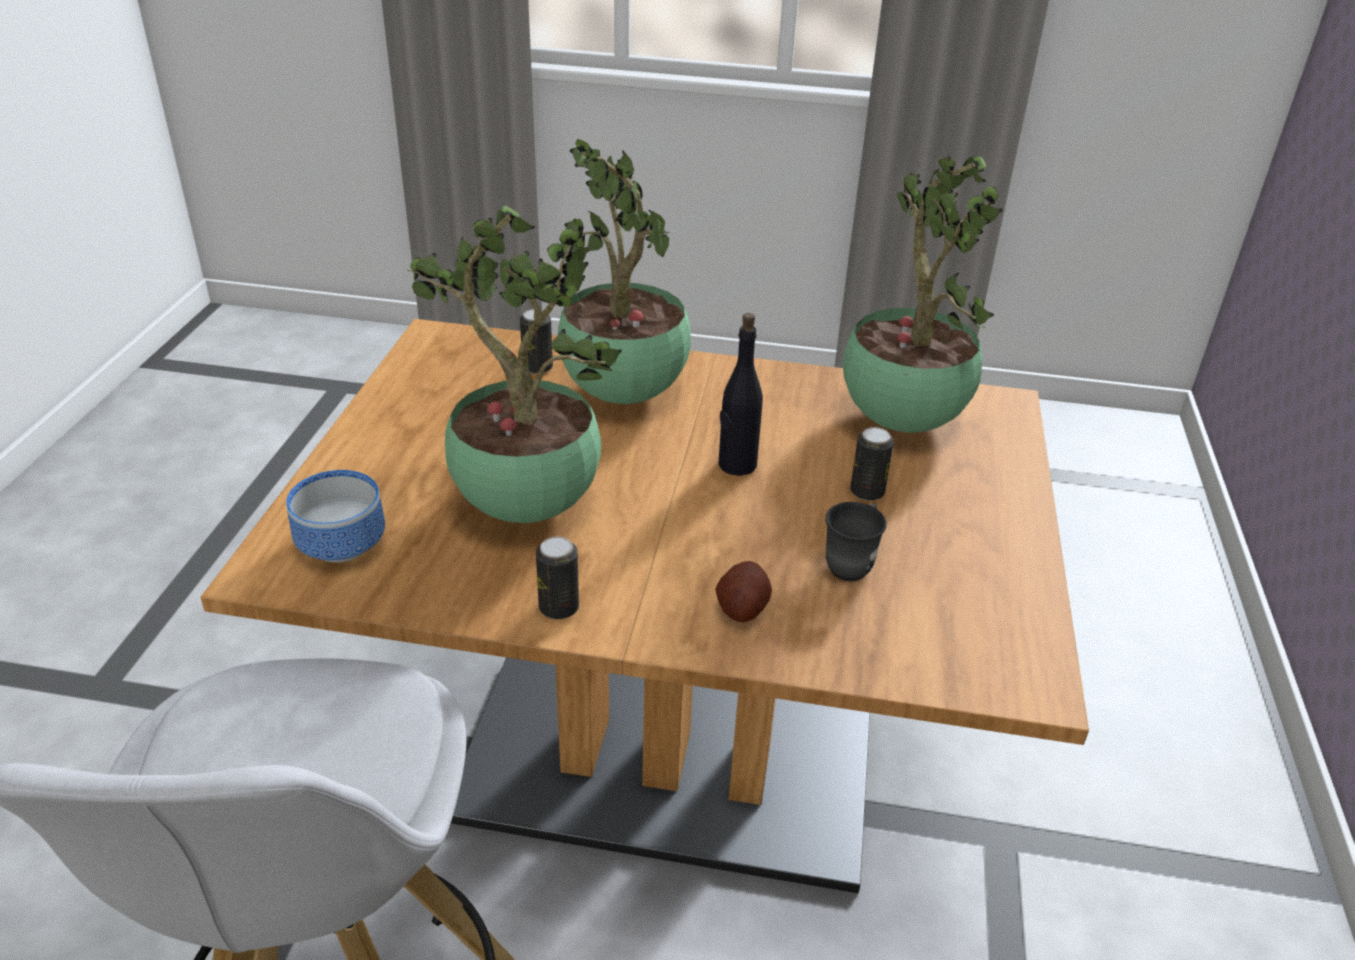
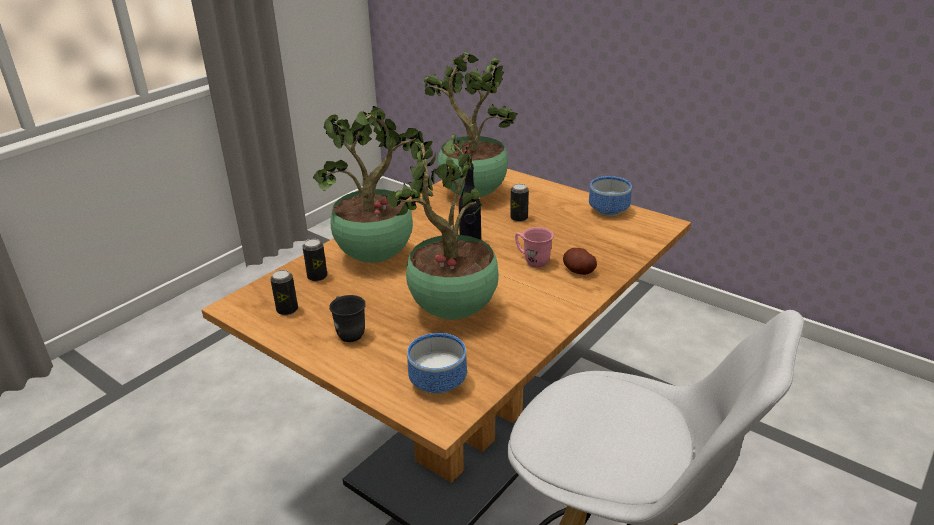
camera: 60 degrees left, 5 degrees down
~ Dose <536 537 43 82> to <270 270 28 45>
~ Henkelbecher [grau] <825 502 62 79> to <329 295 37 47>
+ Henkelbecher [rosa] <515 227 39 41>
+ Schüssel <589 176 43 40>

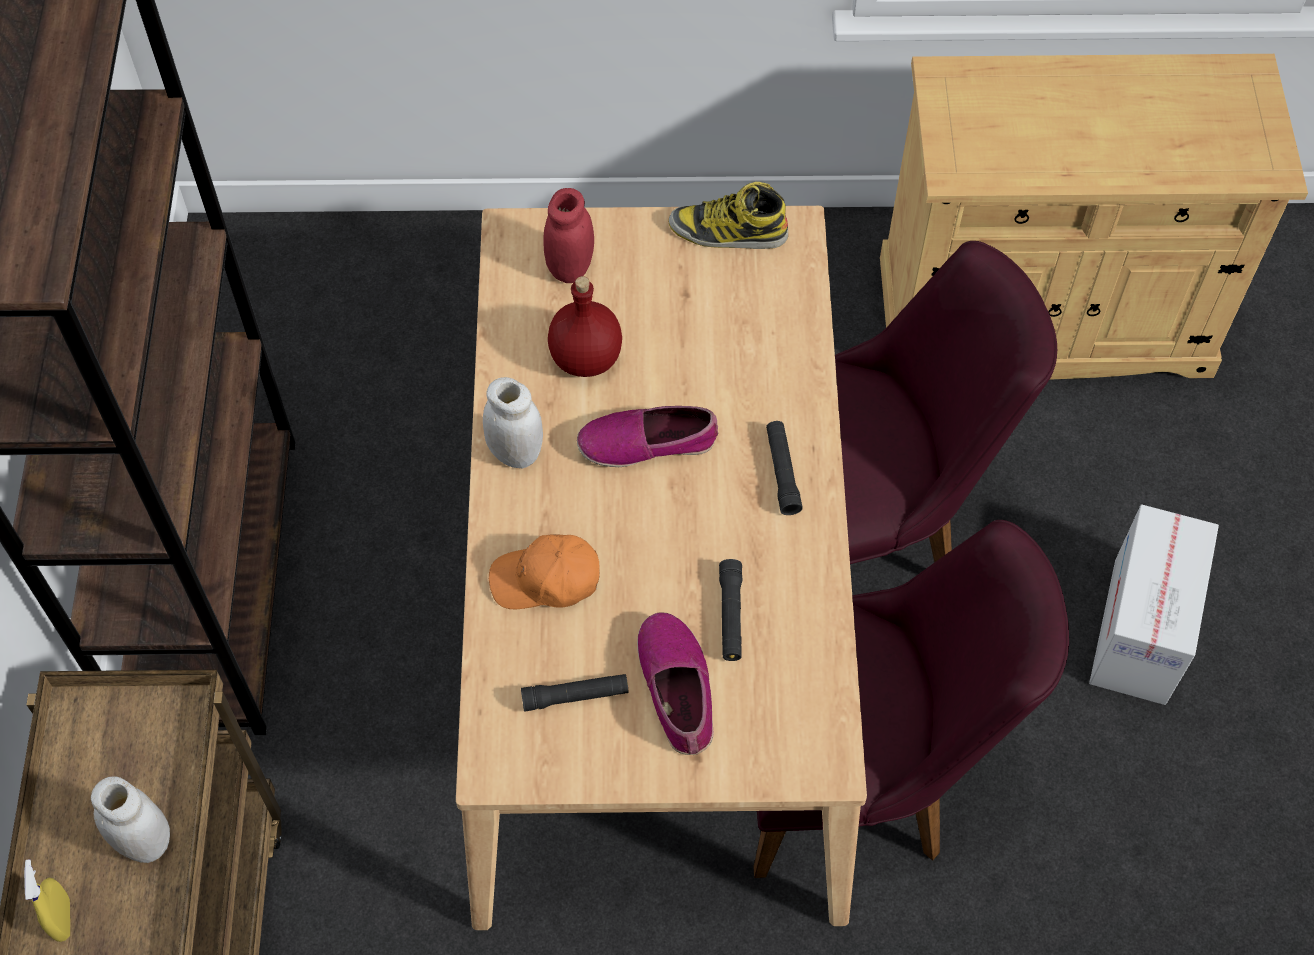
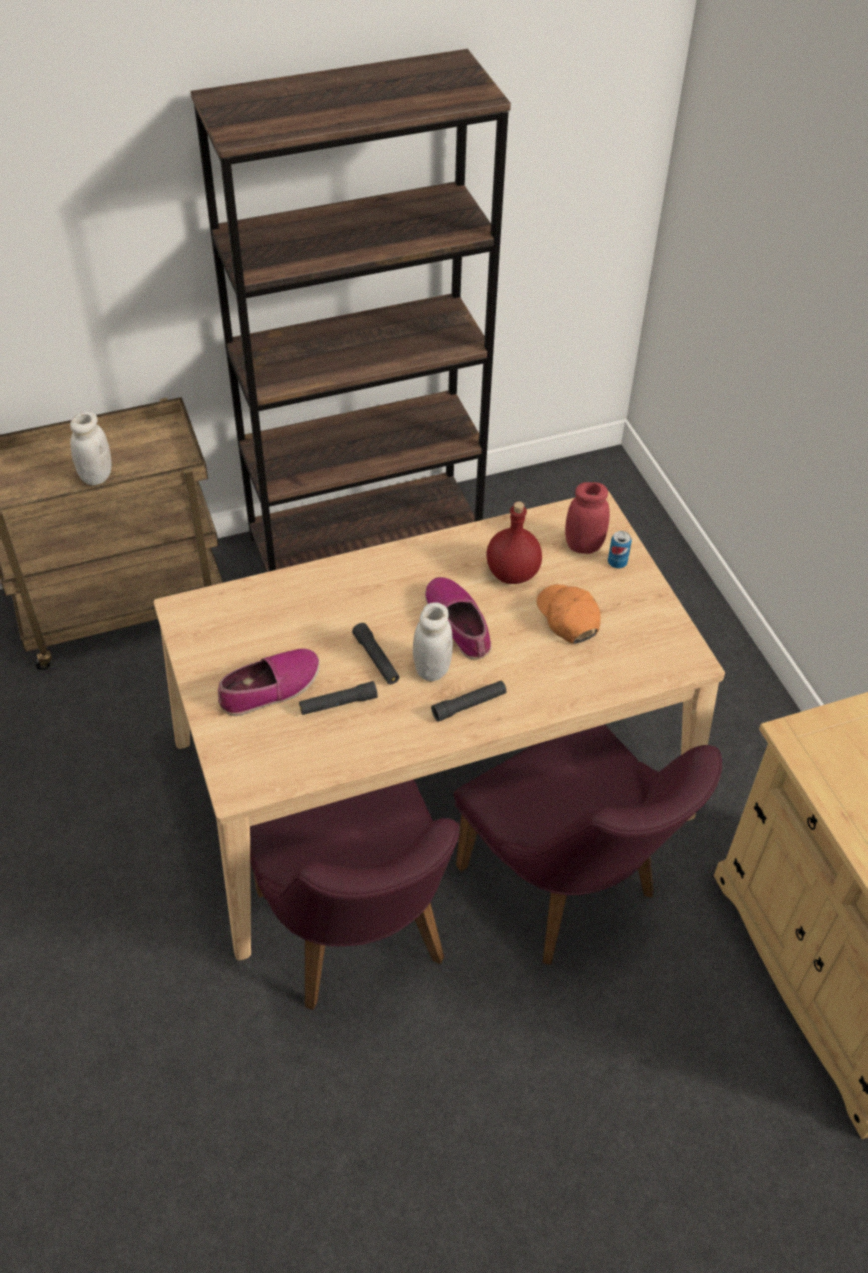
camera: 70 degrees right, 10 degrees down
~ Taschenlampe [schwarz] <521 674 108 38> to <352 623 48 61>
~ Vorratsglas [weiß] <483 377 60 91> to <413 602 40 79>
~ Kappe [orange] <489 535 111 74> to <537 584 64 59>
+ Dose <608 531 24 37>
- Sprühflasche [gelb] <24 859 46 83>
- Stiefel <668 182 120 67>
- Karton <1089 504 130 201>

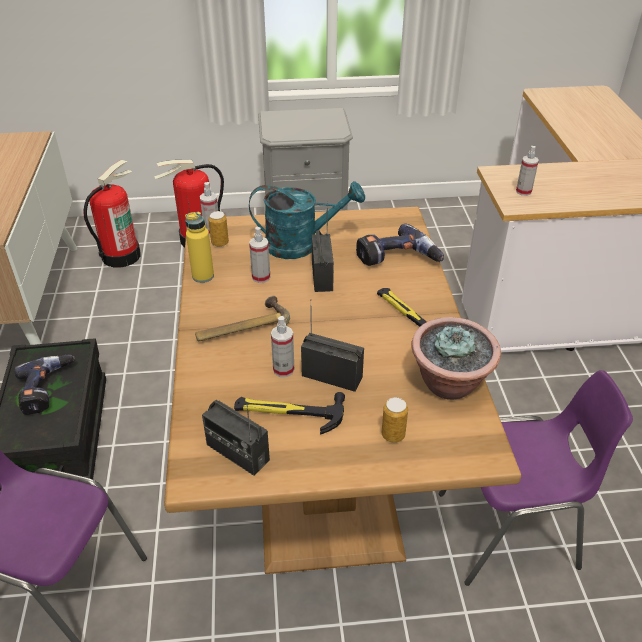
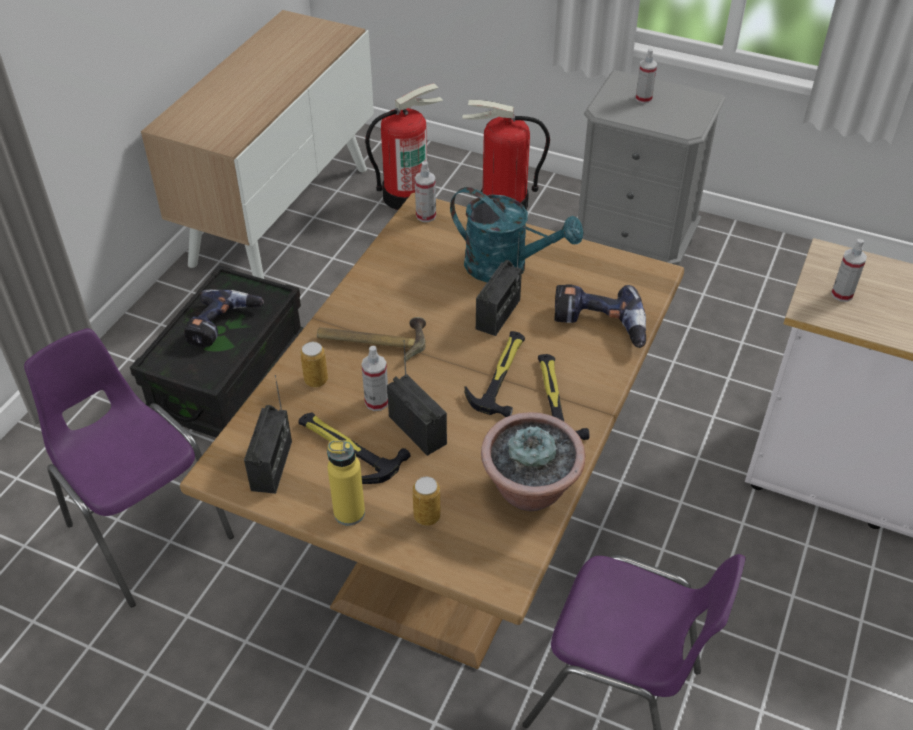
camera: 30 degrees right, 5 degrees up
~ Radio <202 400 68 76> = <244 375 48 119> 150 degrees counterclockwise
~ Dose <208 211 21 36> to <300 342 28 45>
~ Flasche [gelb] <185 212 29 71> to <327 440 38 86>
+ Hammer <464 331 61 86>
~ Sprühflasche <249 227 21 56> to <636 49 21 55>

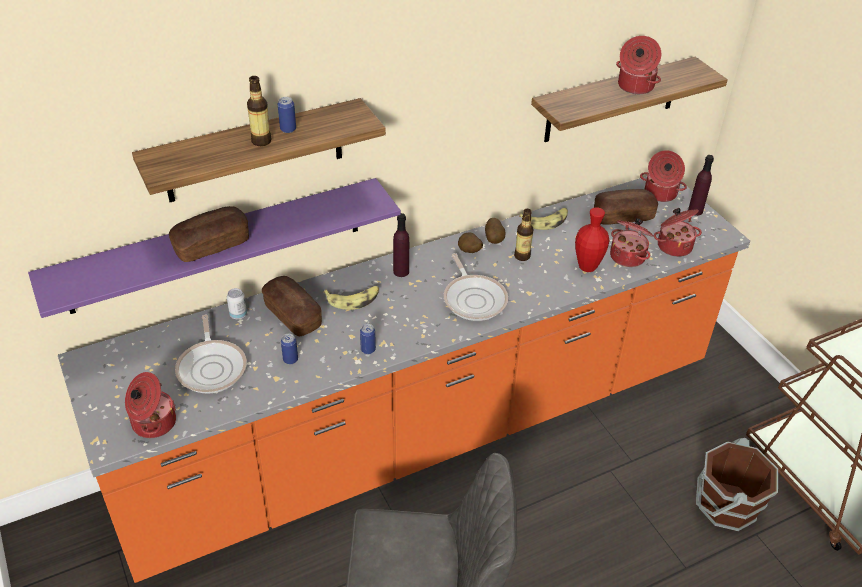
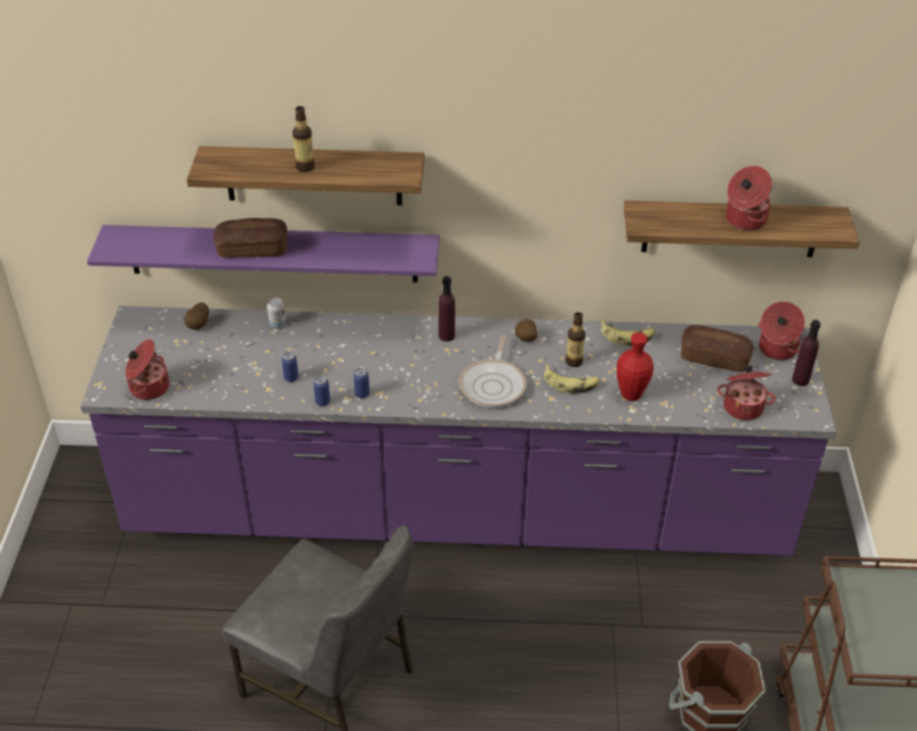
camera: 30 degrees right, 0 degrees up
~ Küchenzeile [orange] <58 176 692 407> to Küchenzeile [lila] <80 306 756 250>
~ Kartoffel <485 218 20 26> to <184 302 25 28>
~ Dose <278 97 18 36> to <313 376 17 31>
~ Banane <324 286 55 24> to <544 364 56 30>
- Pfanne <175 315 72 79>
- Brot <262 276 60 61>
- Kochtopf <610 218 44 49>

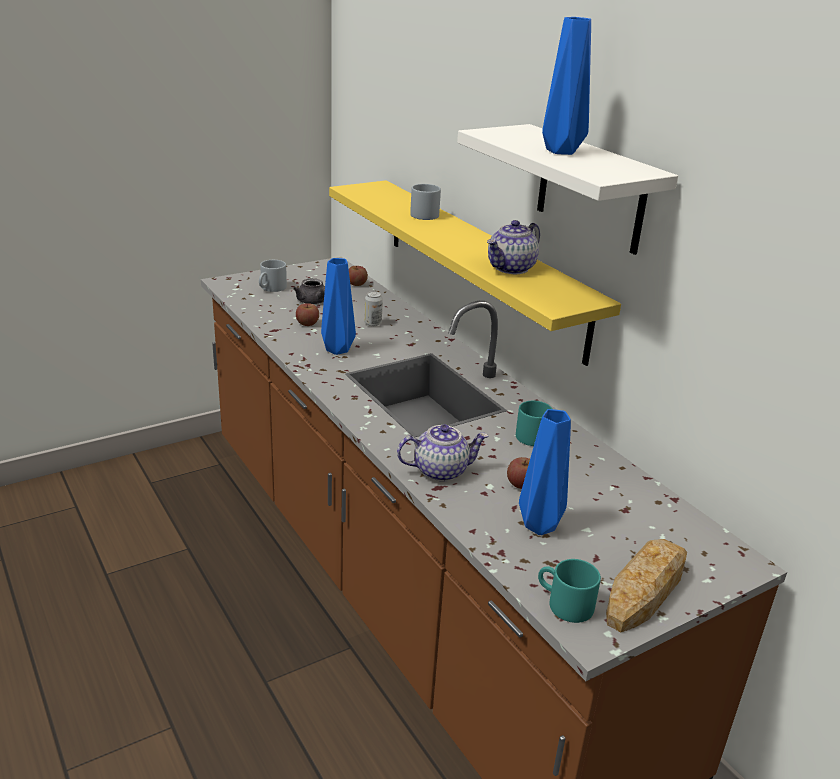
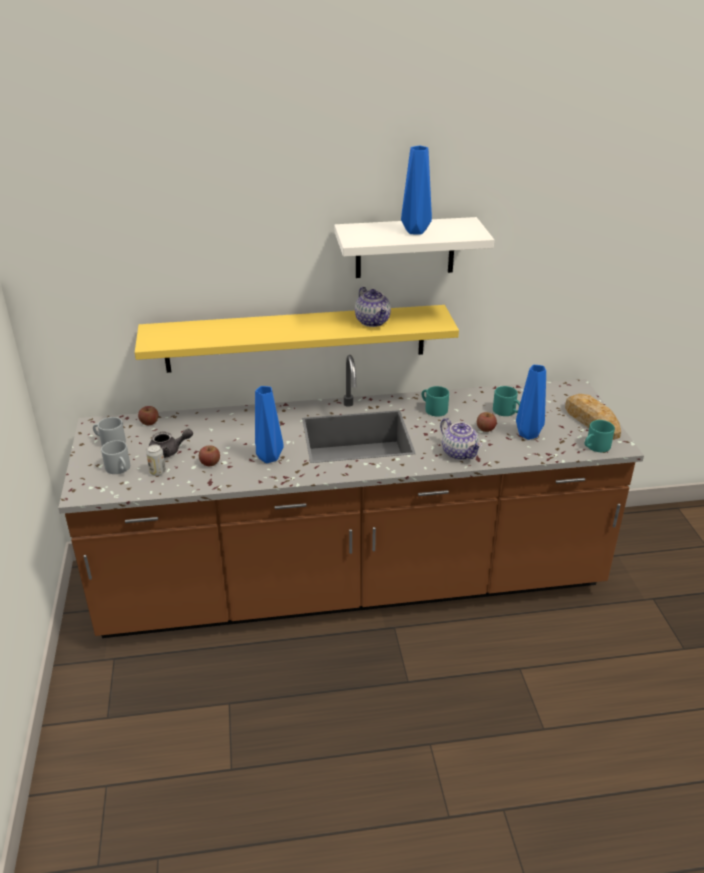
camera: 65 degrees left, 5 degrees up
~ Henkelbecher [grau] <410 184 31 36> to <93 417 33 29>
~ Dose <365 291 18 35> to <146 445 20 31>
~ Teekanne <397 424 92 58> = <440 418 42 42> 135 degrees clockwise
+ Henkelbecher [türkis] <493 386 27 30>

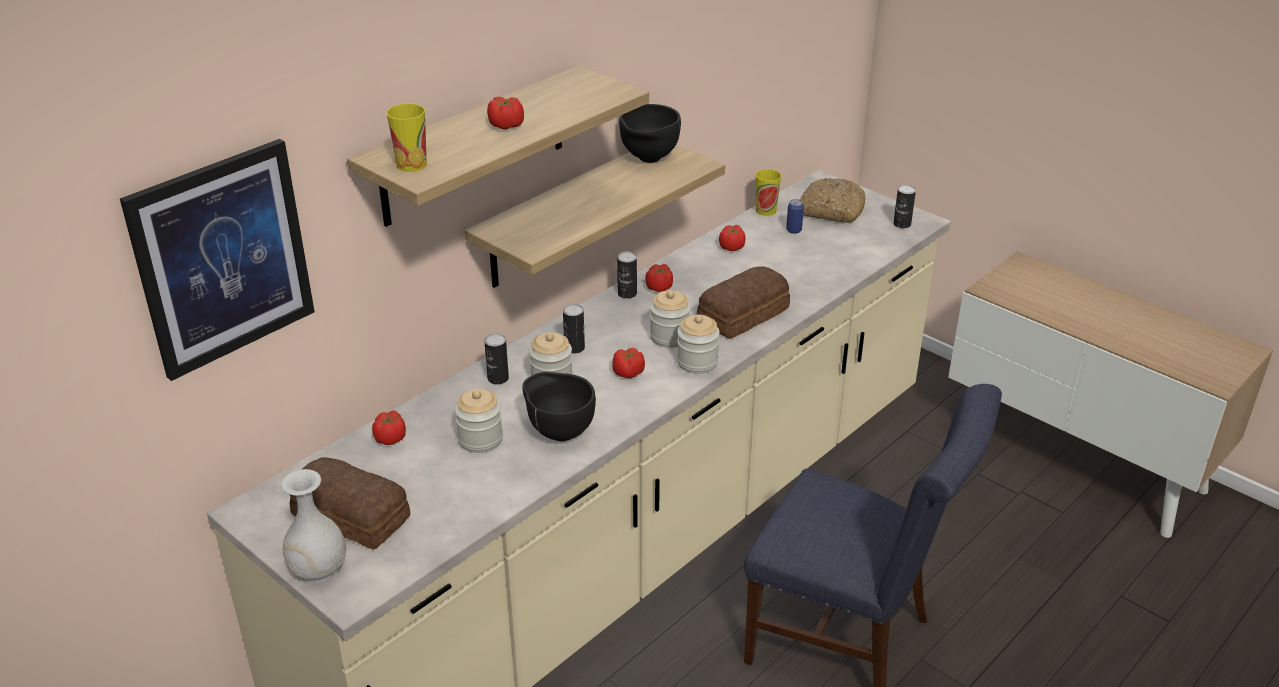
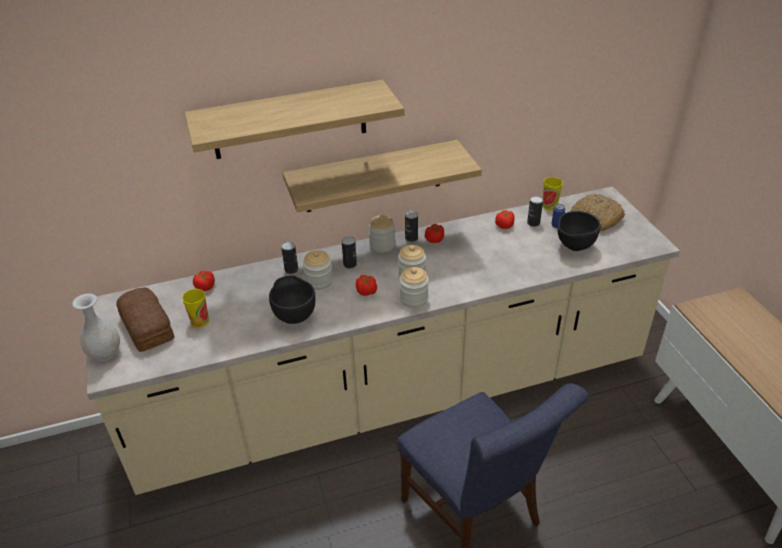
camera: 30 degrees right, 5 degrees up
~ Tasse <386 104 41 68> to <182 289 27 39>
~ Vorratsglas <455 389 48 64> to <368 215 27 37>
~ Dose <893 185 23 43> to <527 196 16 31>
~ Schüssel [schwarz] <619 104 62 59> to <558 211 42 40>
- Bild <120 139 195 242>
- Tomate <487 97 37 33>
- Brot <697 266 93 73>

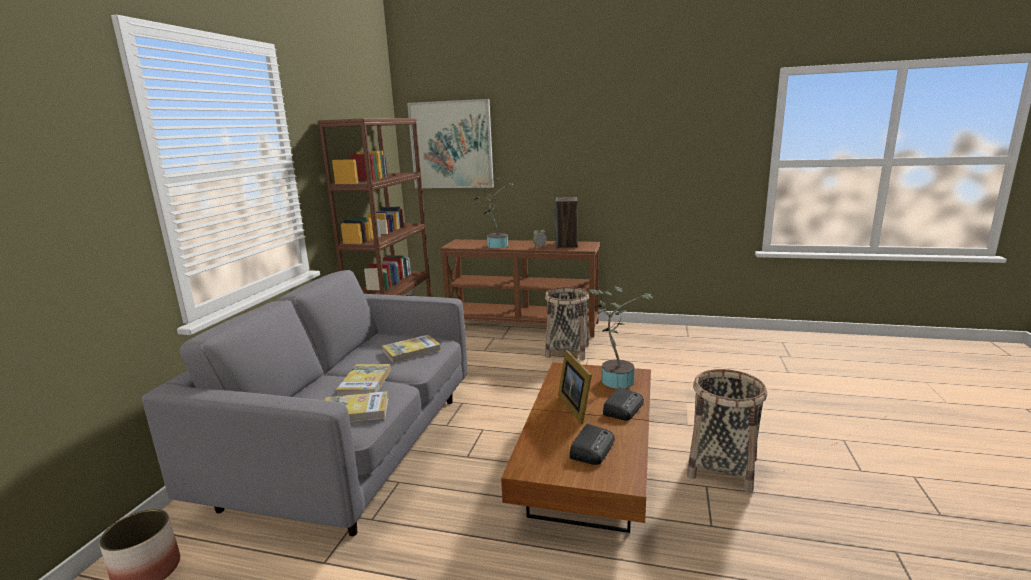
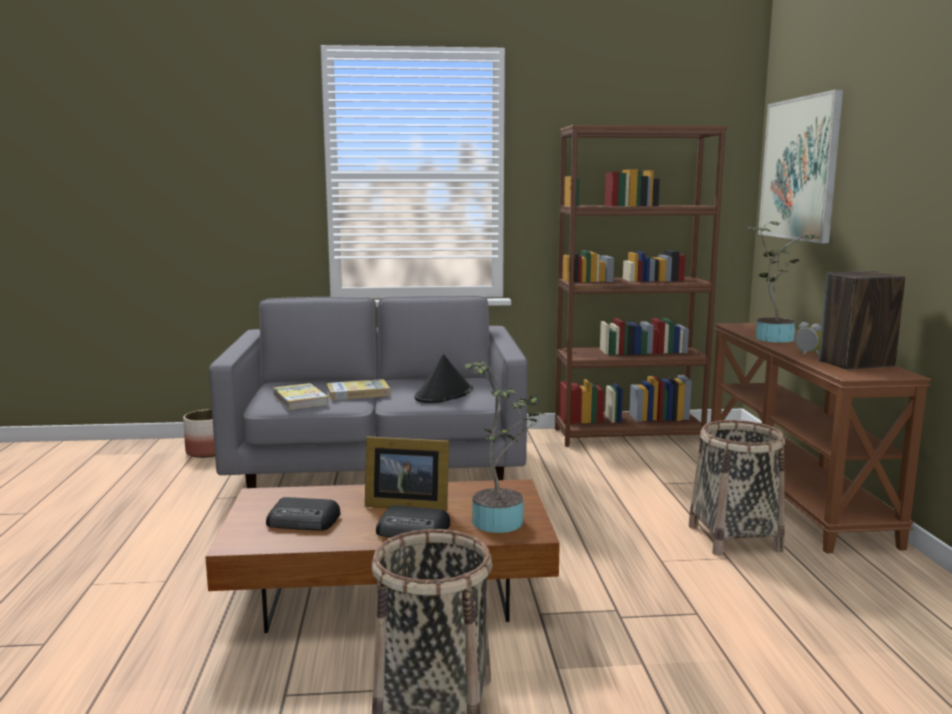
camera: 70 degrees right, 5 degrees down
~ Bilderrahmen <558 350 34 74> = <365 436 84 76> 135 degrees counterclockwise
~ Buch <382 335 59 28> to Hut [schwarz] <414 354 59 49>

